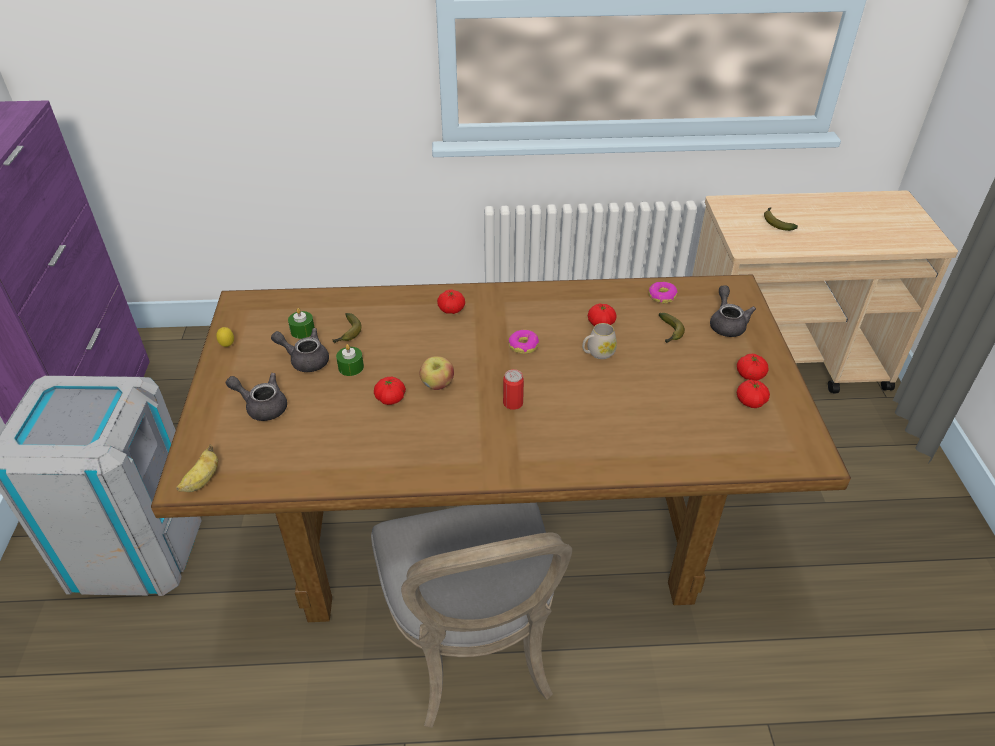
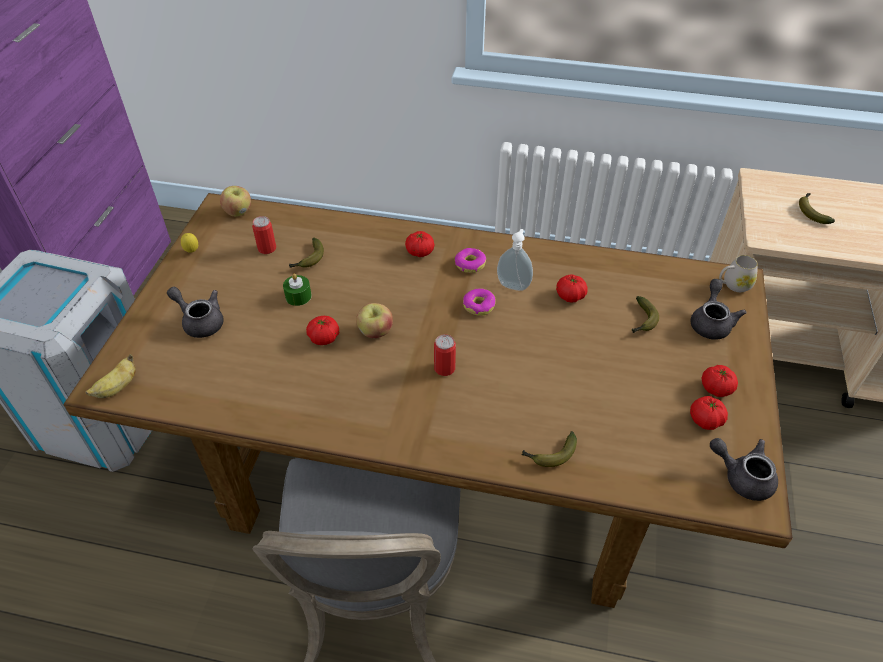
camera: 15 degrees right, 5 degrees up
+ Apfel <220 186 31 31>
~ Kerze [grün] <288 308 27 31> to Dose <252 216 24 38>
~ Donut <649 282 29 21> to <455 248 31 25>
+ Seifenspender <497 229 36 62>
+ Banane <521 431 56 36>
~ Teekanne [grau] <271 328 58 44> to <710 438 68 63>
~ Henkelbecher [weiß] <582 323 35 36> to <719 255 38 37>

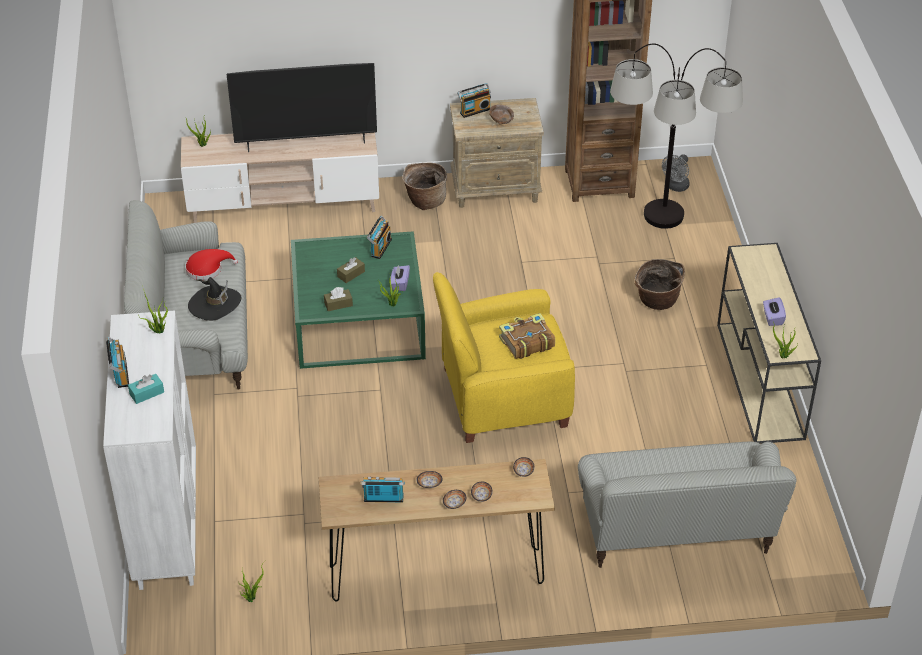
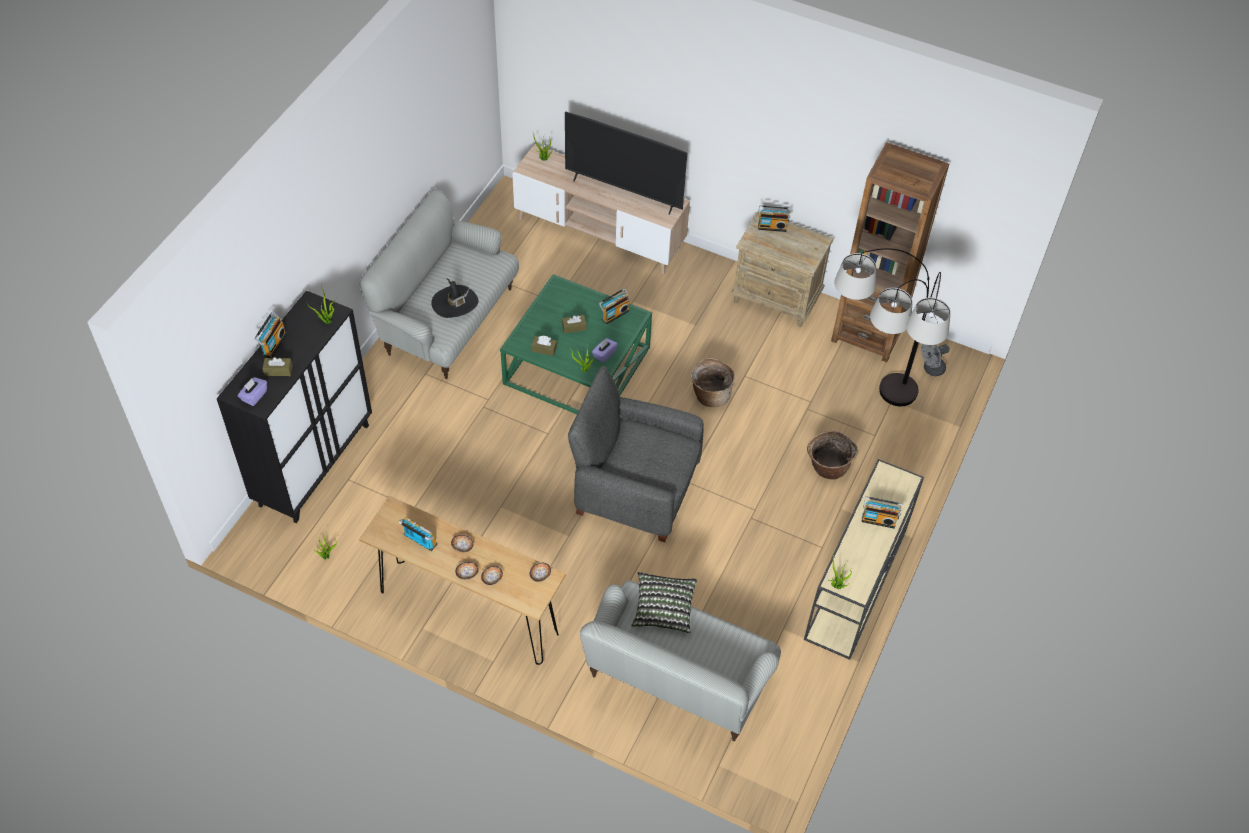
camera: 30 degrees right, 10 degrees up
~ Schrank [weiß] <103 310 93 280> to Schrank [schwarz] <217 291 155 232>
~ Taschentuchbox [lila] <763 297 23 29> to <238 377 29 29>
~ Taschentuchbox [türkis] <128 374 36 30> to Taschentuchbox [braun] <262 357 30 19>
~ Sessel [gelb] <433 272 142 171> to Sessel [grau] <568 366 136 176>
+ Kissen <631 572 66 61>
~ Korb <403 163 44 47> to <691 357 44 50>
+ Radio <861 496 41 33>
- Hut [rot] <185 249 53 31>
- Schüssel [braun] <489 105 25 20>
- Buch <499 313 56 46>

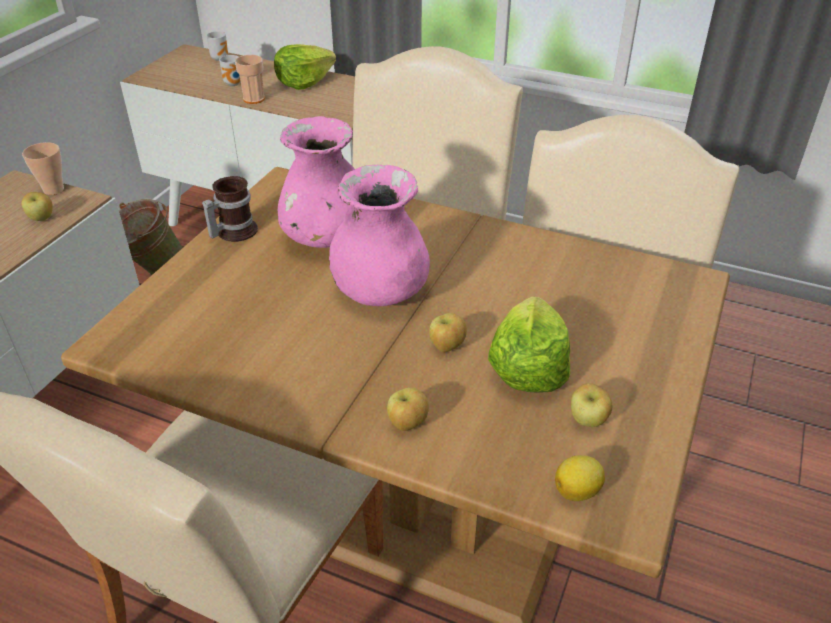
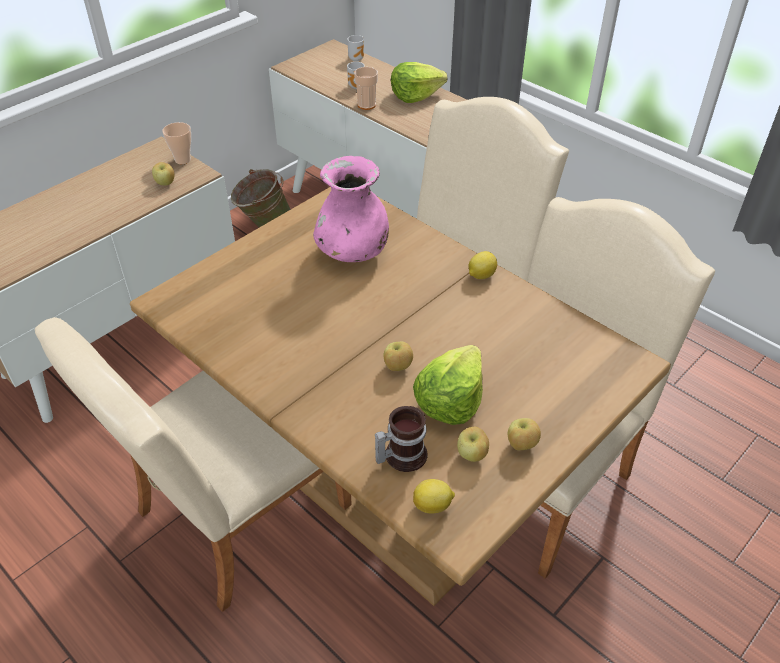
camera: 20 degrees right, 5 degrees up
~ Henkelbecher <202 176 56 66> to <375 406 53 66>
+ Zitrone <469 251 28 28>
~ Apfel <387 388 42 43> to <508 418 33 32>
- Vase [rosa] <329 165 101 141>

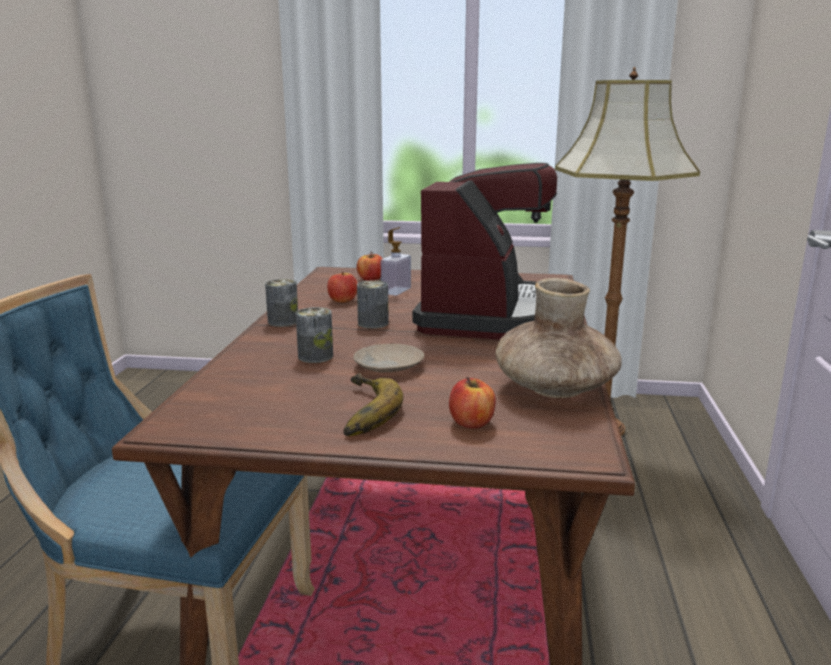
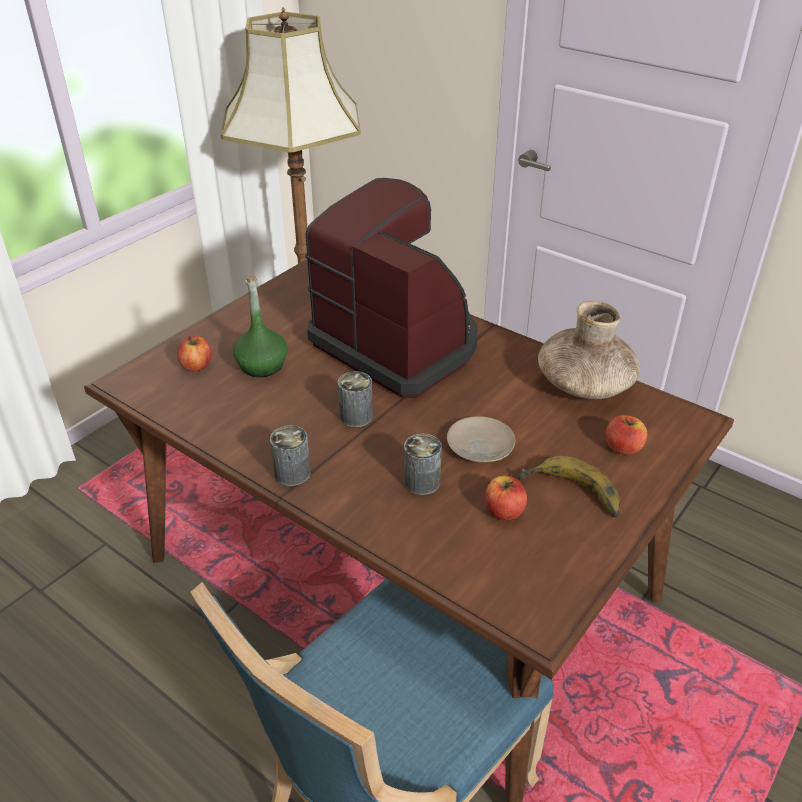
camera: 60 degrees left, 20 degrees up
~ Seifenspender <381 227 30 69> to Flasche [grün] <233 275 55 102>
~ Apfel <327 272 31 30> to <486 475 41 45>

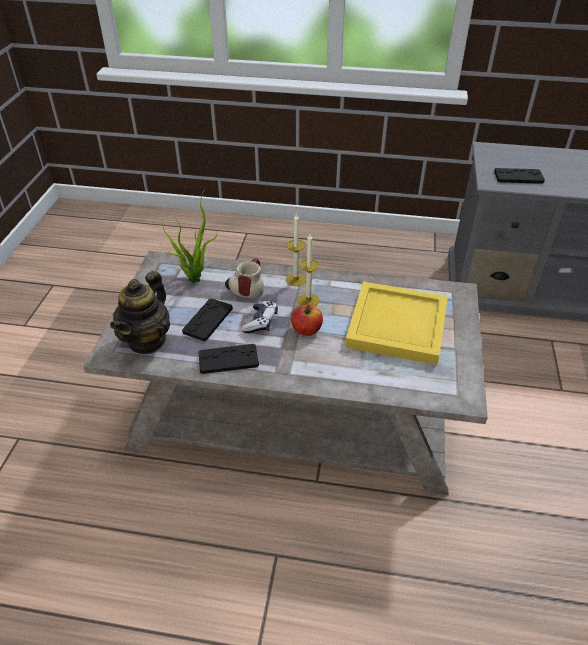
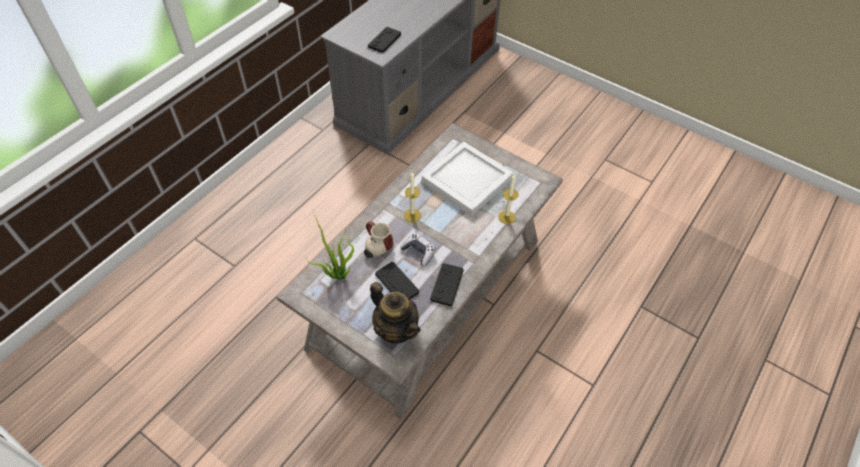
camera: 65 degrees left, 10 degrees up
~ Tablett [gelb] <345 281 103 84> to Tablett [weiß] <422 142 92 74>
~ Kerze <286 214 20 72> to <498 173 20 51>
- Apfel <291 304 32 32>

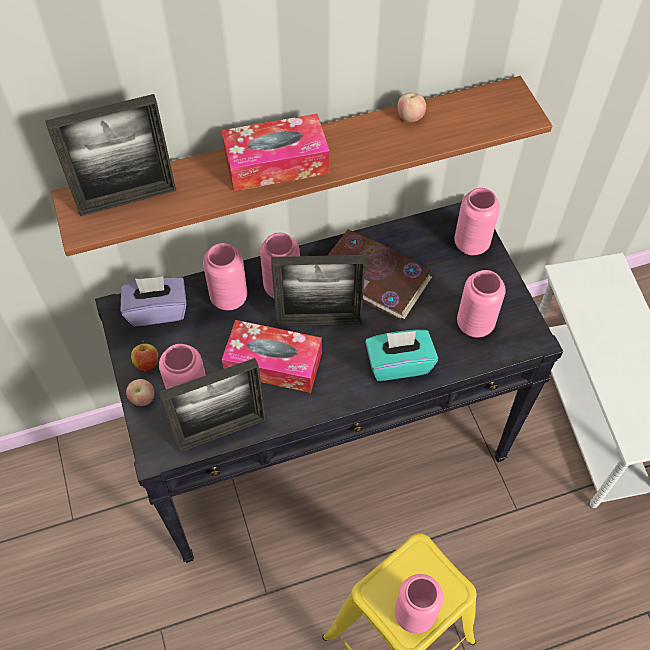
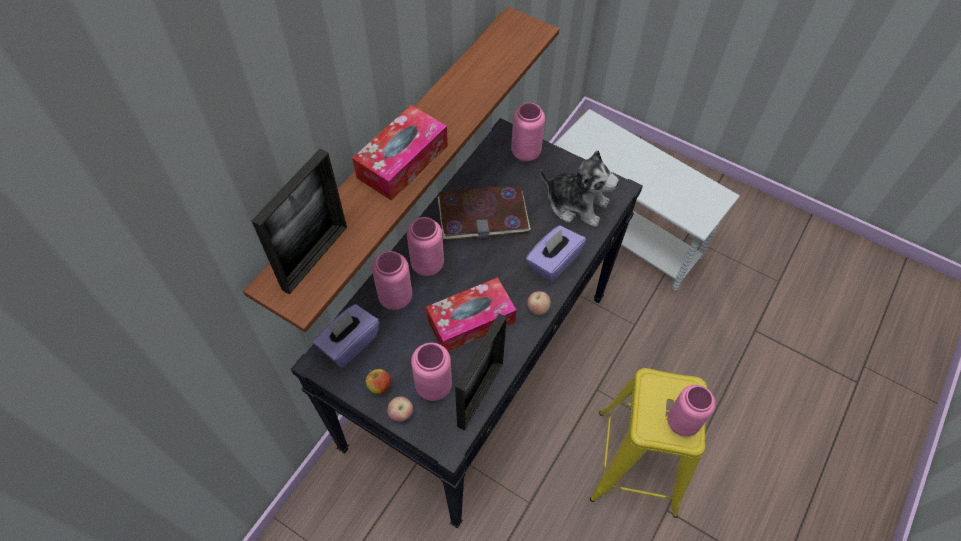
camera: 40 degrees left, 0 degrees up
~ Taschentuchbox [türkis] <365 330 73 51> to Taschentuchbox [lila] <526 225 60 58>
~ Apfel <397 93 29 29> to <527 291 24 24>
~ Vase [rosa] <457 270 49 67> to Plüschtier <540 150 79 77>
- Bilderrahmen <271 255 94 71>

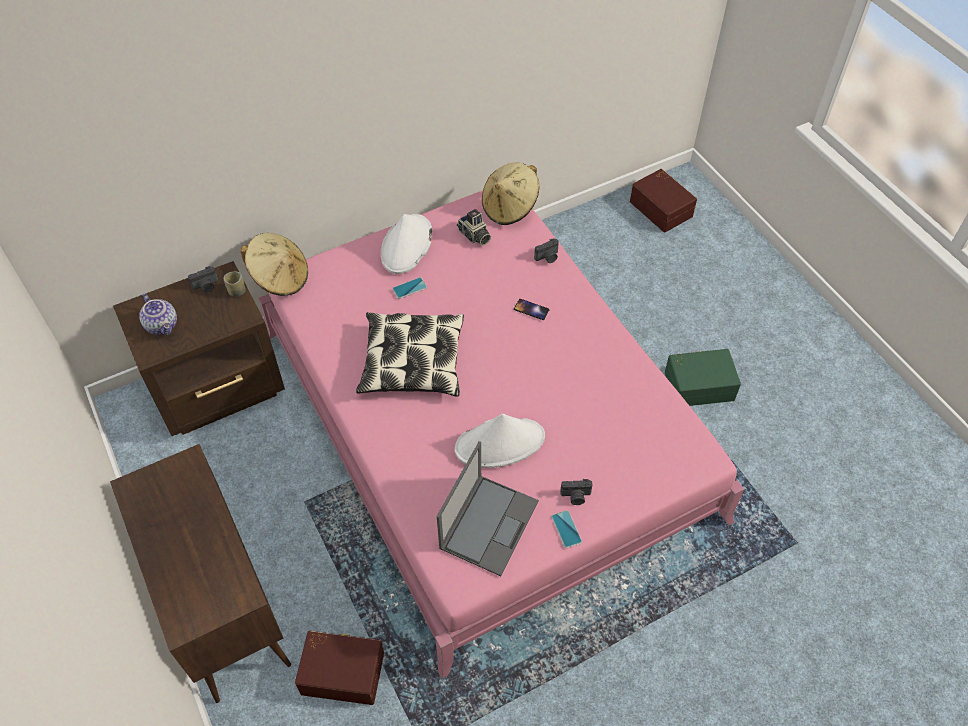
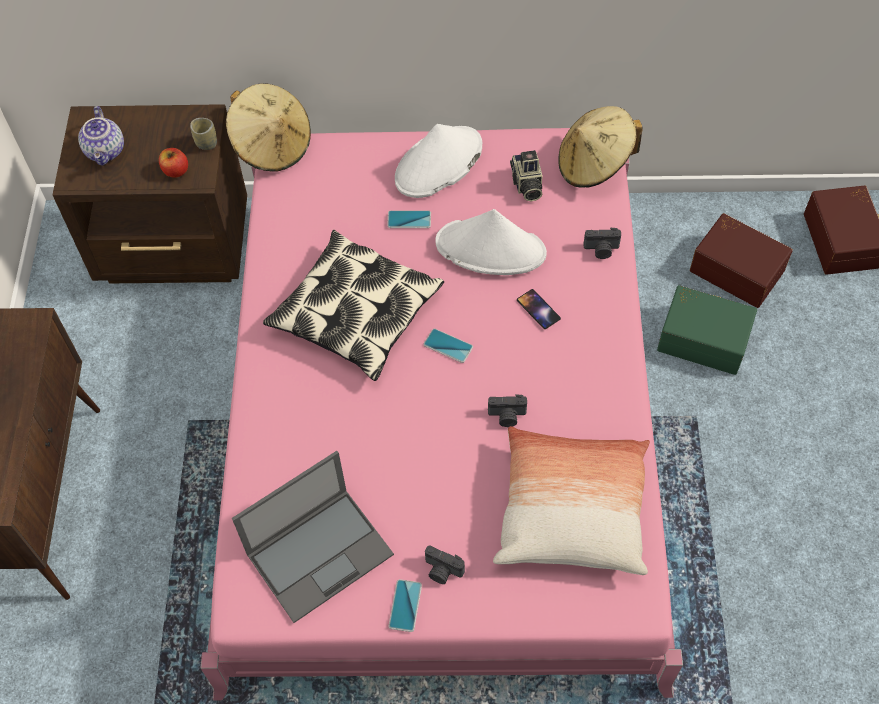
camera: 30 degrees right, 5 degrees up
+ Apfel <159 148 29 29>
+ Handy <423 329 50 34>
~ Hut [weiß] <455 414 90 54> to <435 209 112 66>
~ Kamera <188 266 30 26> to <488 394 39 33>
+ Kissen <493 426 157 149>
~ Aufbewahrungsbox [grün] <665 349 76 57> to <657 285 100 90>
~ Aufbewahrungsbox [braun] <295 631 89 74> to <690 213 103 95>

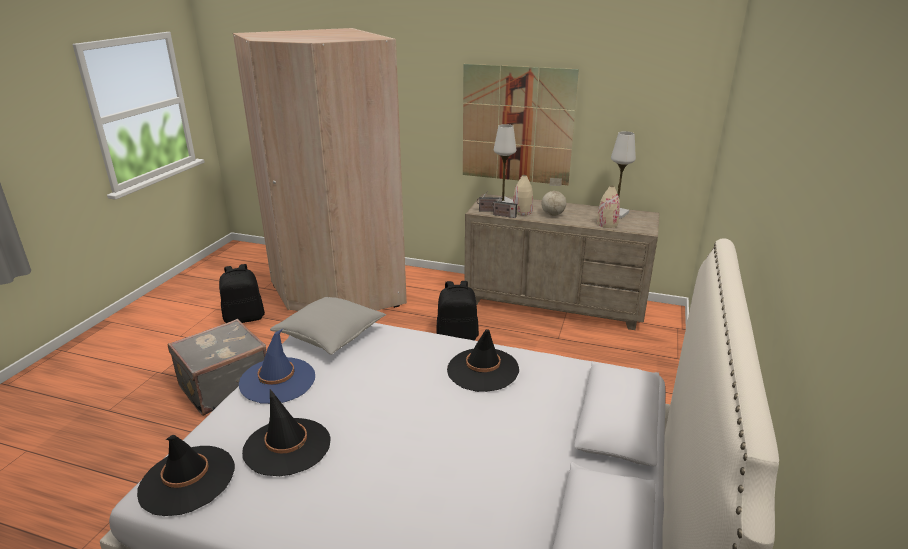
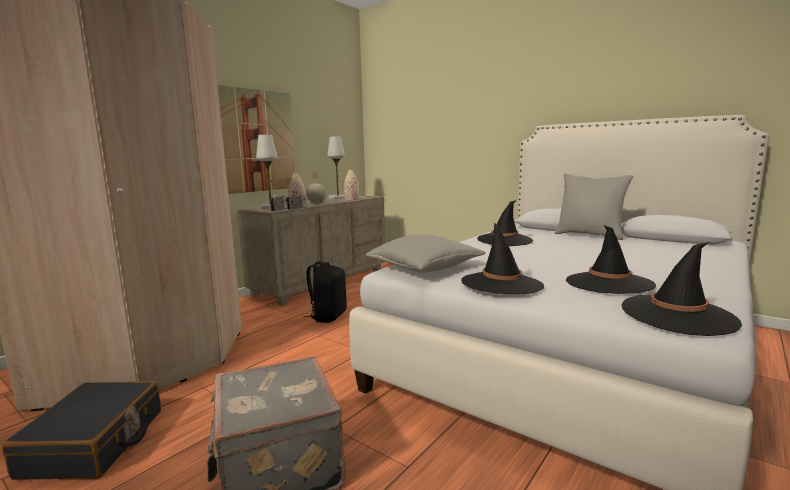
camera: 70 degrees left, 15 degrees down
~ Rucksack [schwarz] <219 264 46 59> to Koffer [schwarz] <2 381 159 99>
~ Hut [blau] <239 329 76 75> to Hut [schwarz] <461 222 83 72>
+ Kissen [grau] <555 173 78 67>

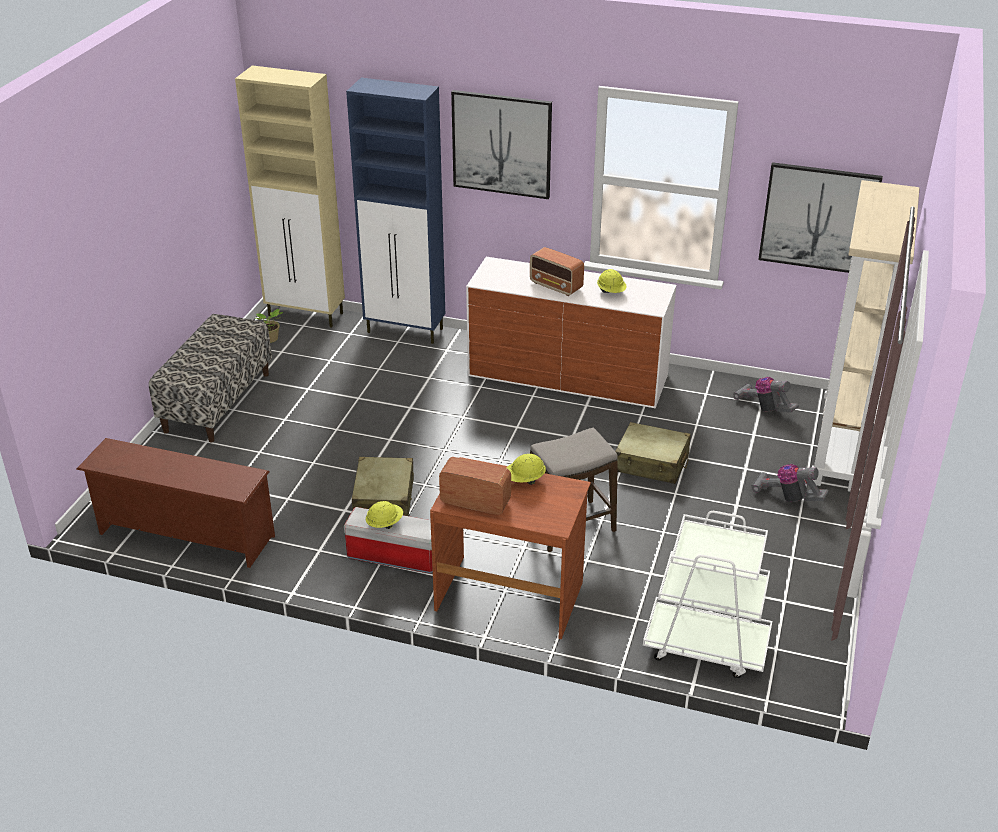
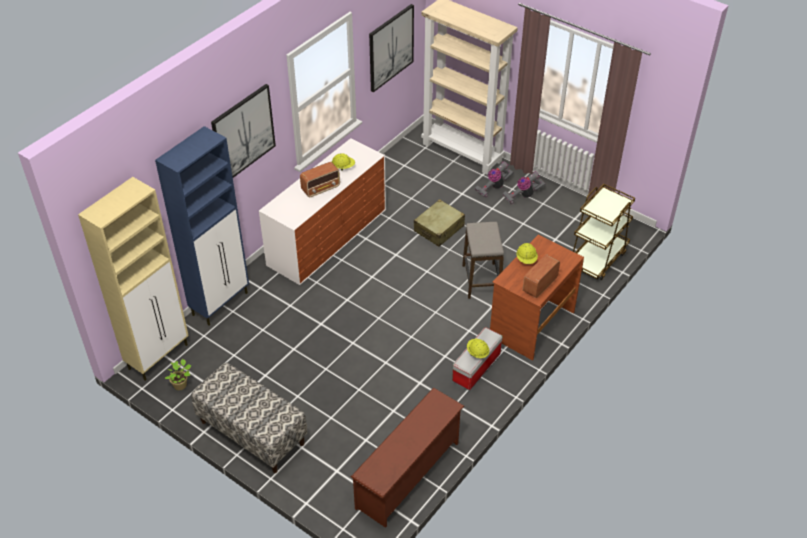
camera: 70 degrees left, 10 degrees up
~ Staubsauger <733 377 66 36> to <503 171 43 33>
~ Rollwagen [weiß] <643 511 129 167> to Rollwagen [braun] <573 184 62 96>
- Koffer [beige] <352 457 62 59>

